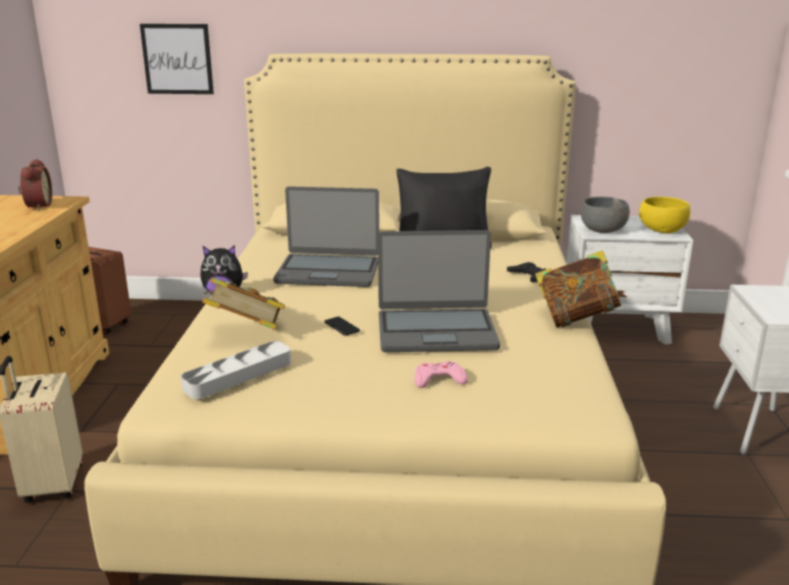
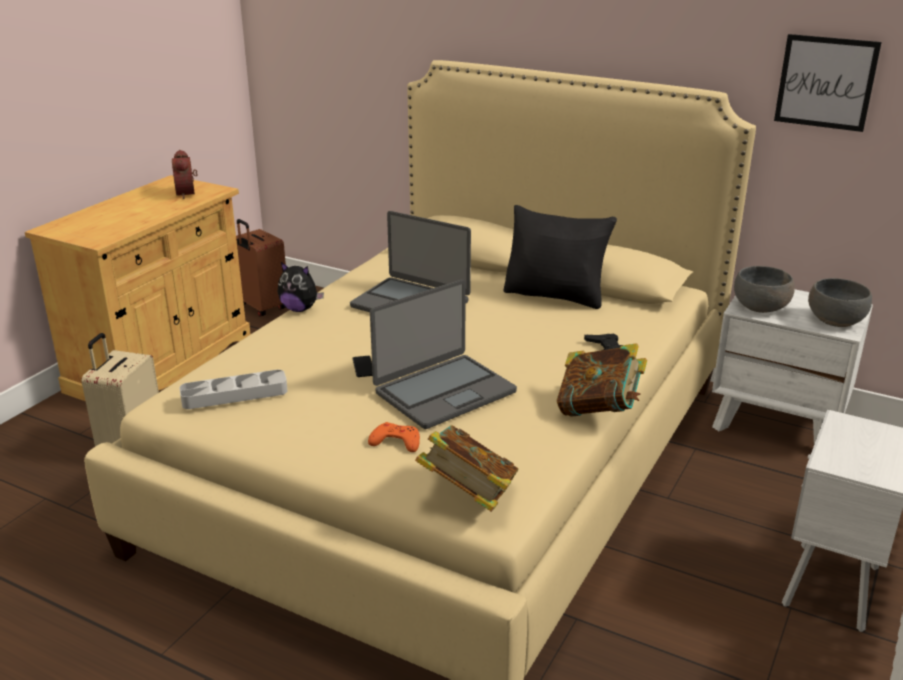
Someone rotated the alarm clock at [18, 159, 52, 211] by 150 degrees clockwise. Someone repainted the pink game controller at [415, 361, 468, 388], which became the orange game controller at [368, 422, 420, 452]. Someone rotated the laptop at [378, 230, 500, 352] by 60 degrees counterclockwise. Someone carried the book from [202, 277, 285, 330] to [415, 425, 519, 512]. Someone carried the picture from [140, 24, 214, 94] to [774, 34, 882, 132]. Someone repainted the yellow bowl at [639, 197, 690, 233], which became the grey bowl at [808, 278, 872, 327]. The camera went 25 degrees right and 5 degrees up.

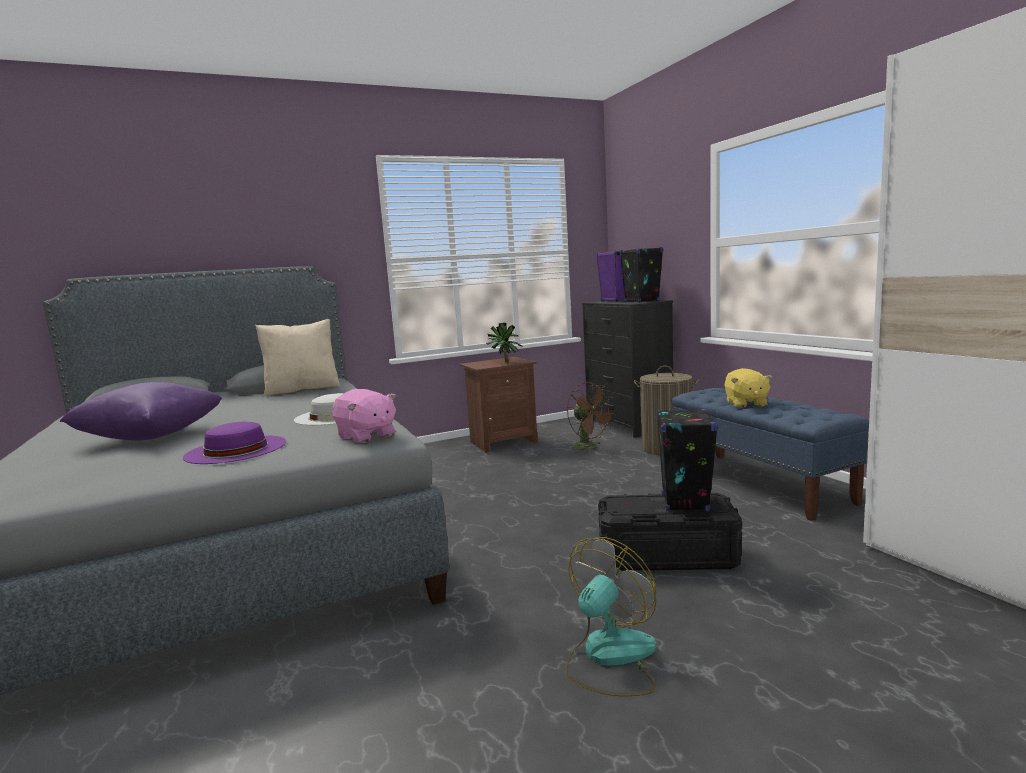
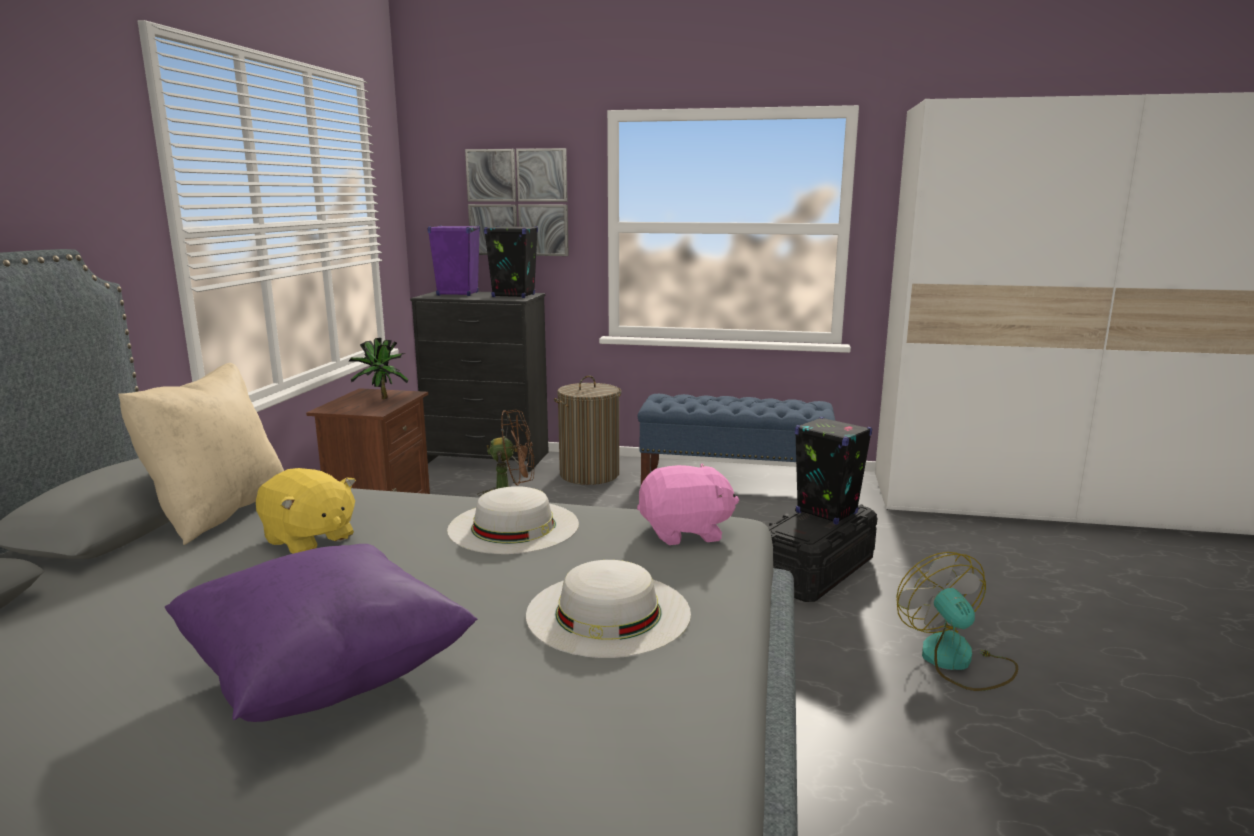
Someone carried the yellow plush toy from [724, 368, 773, 408] to [256, 468, 356, 554]. Someone put up the picture at [465, 148, 569, 256]. Someone repainted the purple hat at [183, 422, 286, 464], which became the white hat at [526, 560, 691, 658]. The camera went 55 degrees left and 5 degrees up.

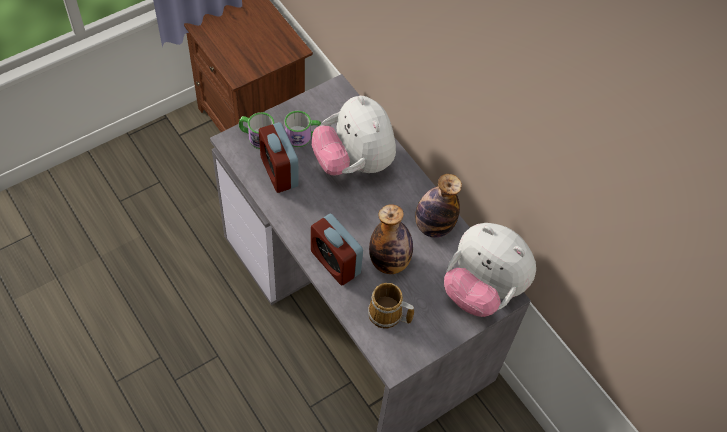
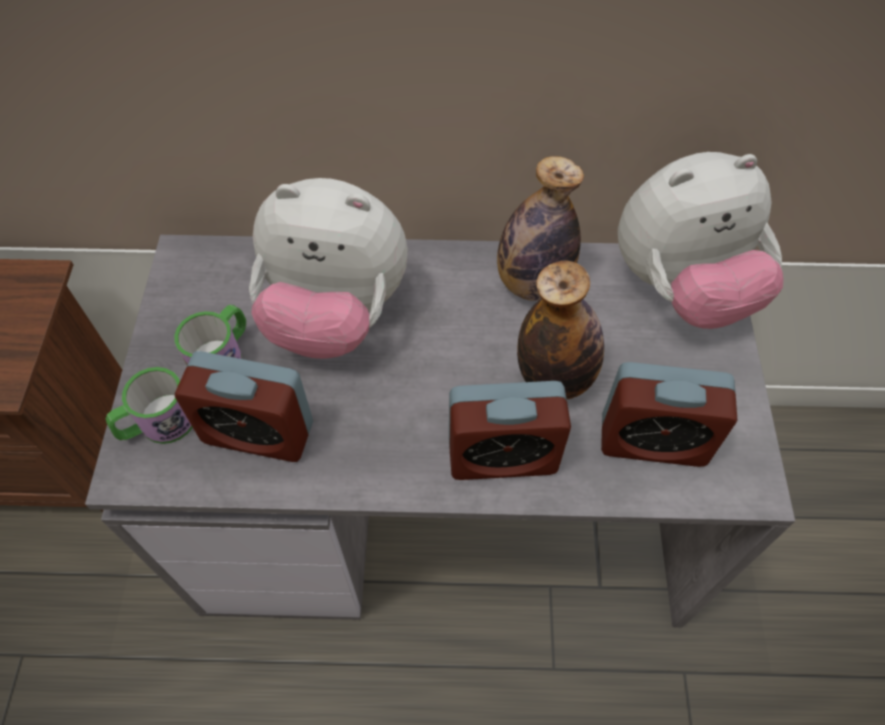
Someone swapped the mug at [368, 283, 414, 329] for the alarm clock at [601, 362, 737, 467]. The camera went 50 degrees left and 0 degrees up.

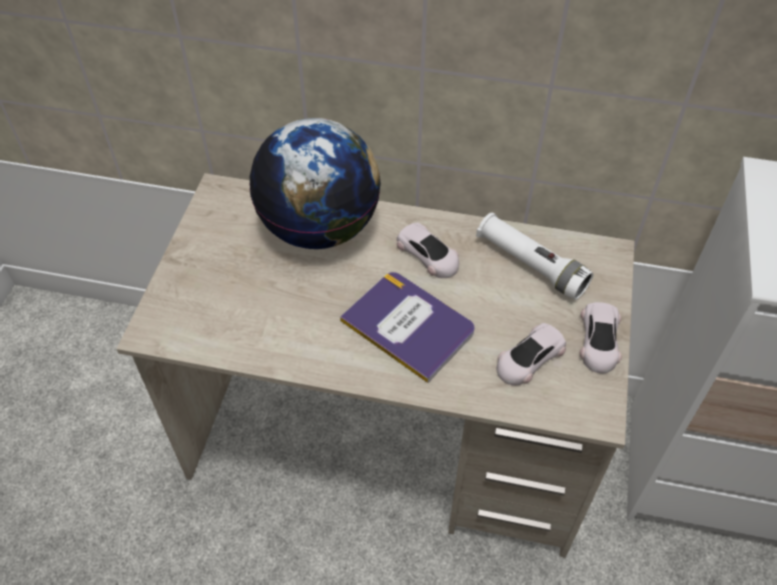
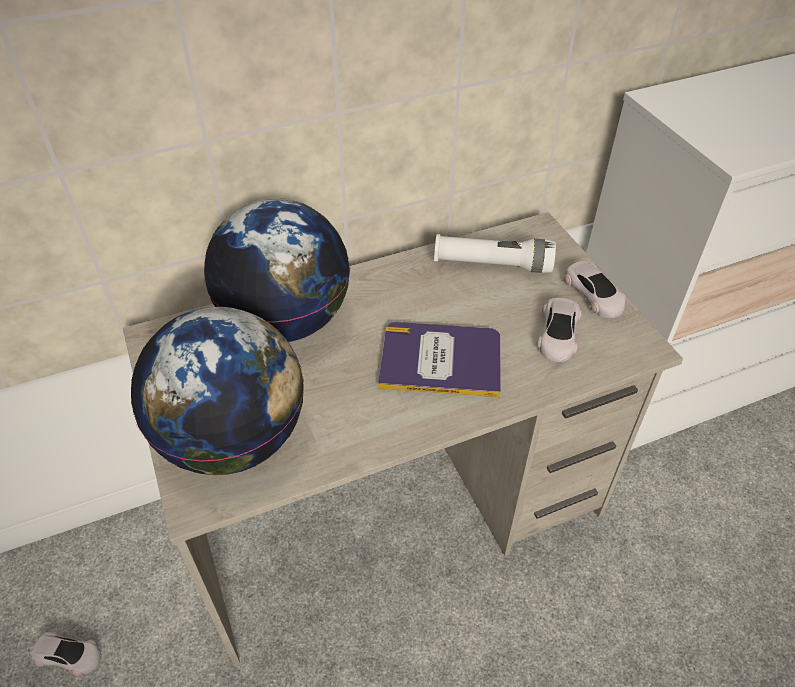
Someone carried the white toy car from [397, 222, 459, 278] to [32, 631, 101, 676]. Someone put down the globe at [131, 307, 304, 475]. The camera went 35 degrees left and 5 degrees down.

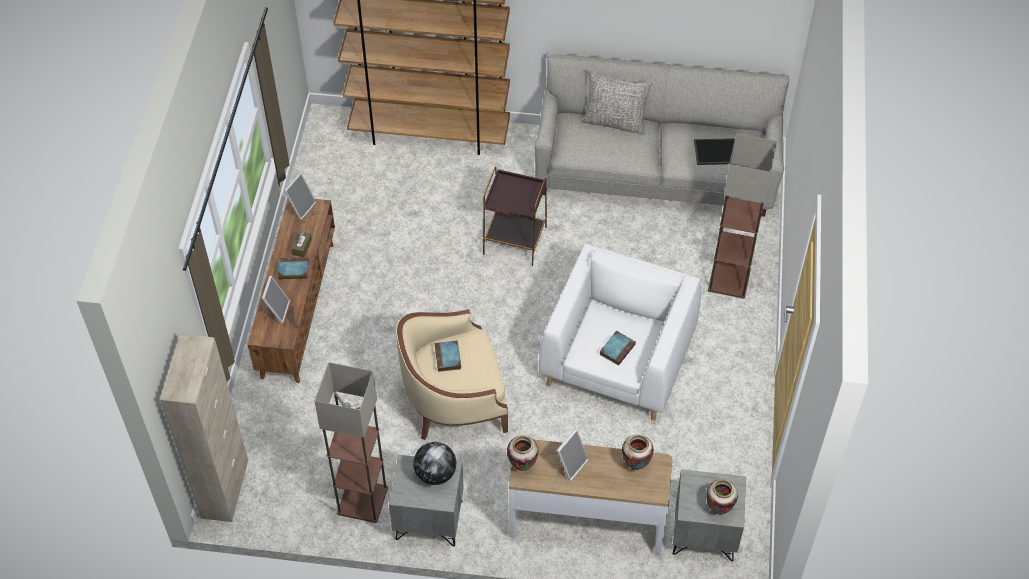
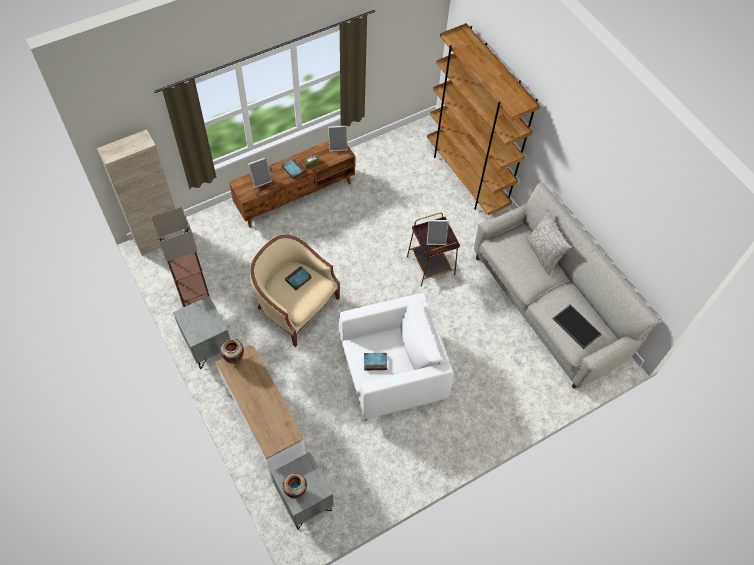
Someone carried the picture frame from [555, 429, 589, 481] to [427, 220, 449, 245]. Someone took away the globe at [413, 442, 456, 485]. Someone took away the vase at [622, 434, 654, 470]. Someone took away the floor lamp at [708, 134, 778, 299]. The camera went 50 degrees right and 5 degrees up.

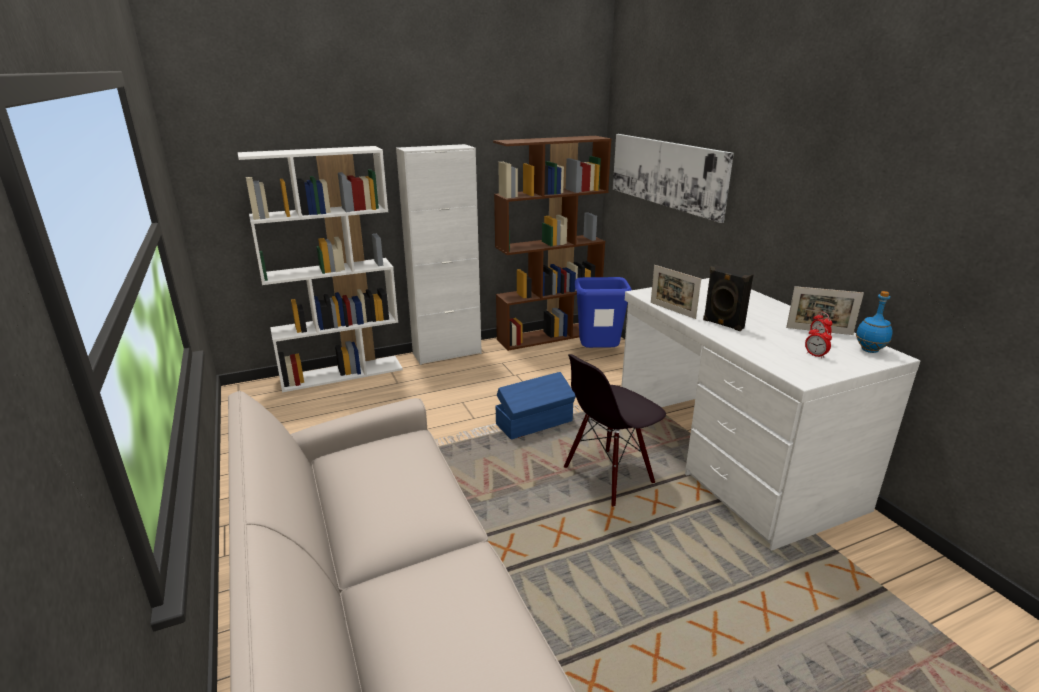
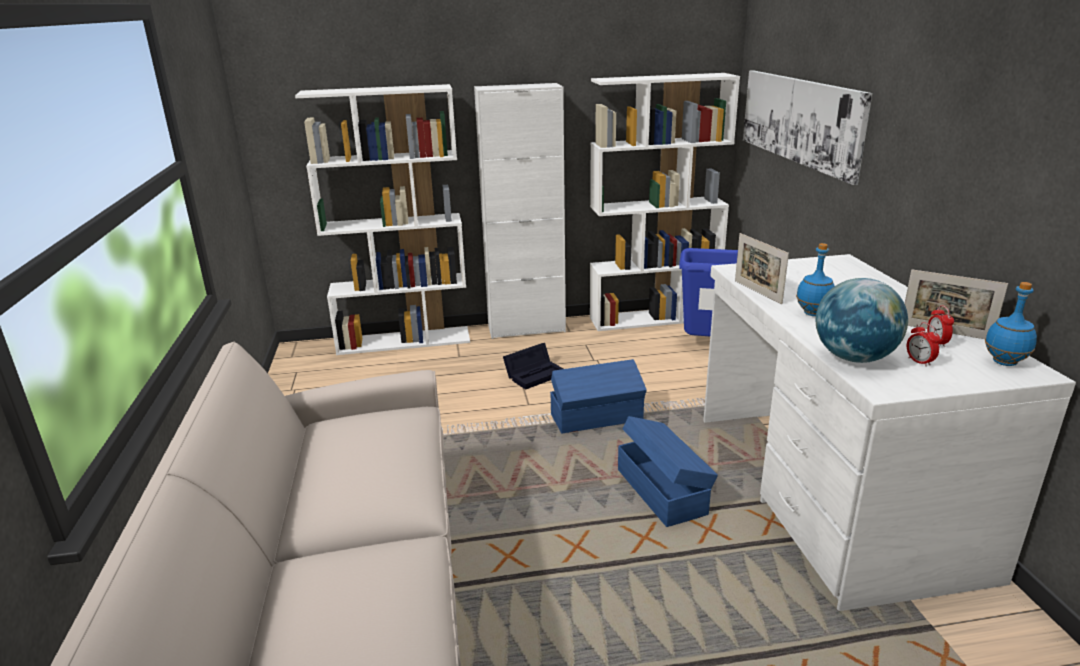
Someone put down the black storage box at [503, 343, 563, 390]. Someone repainted the brown bookcase at [493, 136, 612, 351], which became the white bookcase at [590, 73, 740, 331]. Someone swapped the black chair at [564, 354, 666, 507] for the blue storage box at [618, 416, 718, 527]. Someone swapped the black speaker at [703, 266, 753, 331] for the blue bottle at [796, 243, 834, 316]. Someone put down the globe at [815, 278, 908, 363]. The camera went 15 degrees right and 0 degrees up.

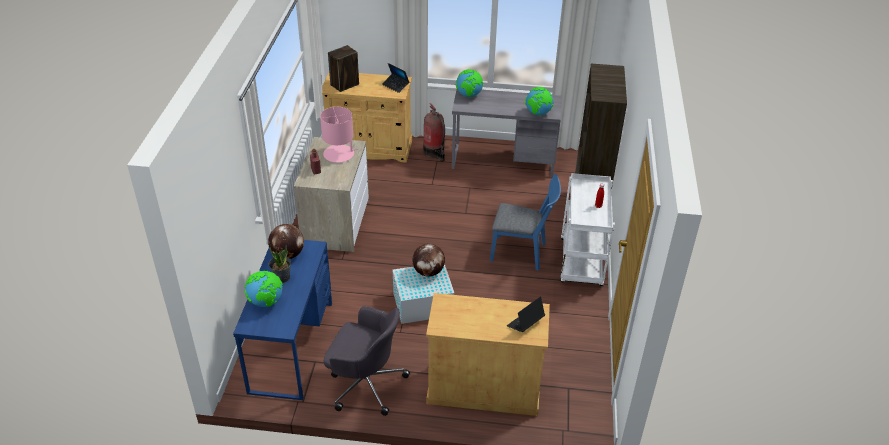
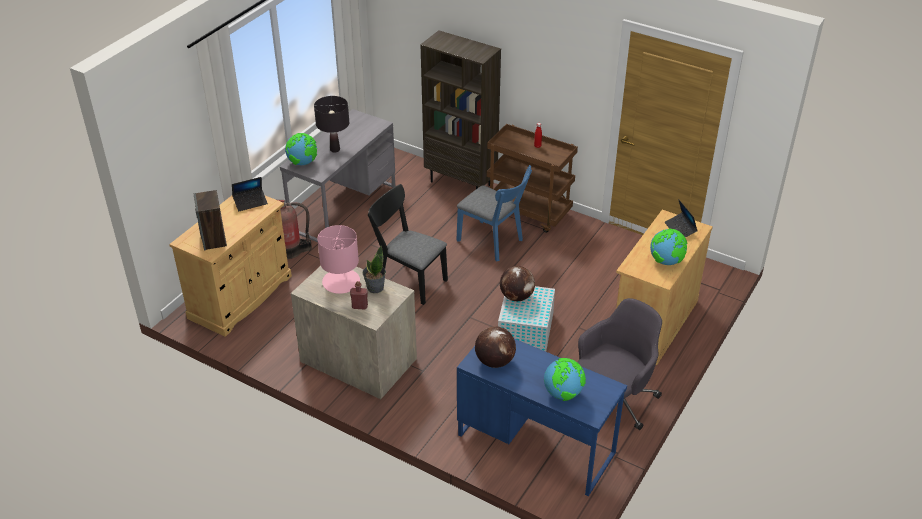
Someone put down the black table lamp at [314, 96, 349, 153]. Someone carried the potted plant from [269, 245, 291, 283] to [363, 246, 386, 293]. Someone put down the black chair at [368, 184, 448, 305]. Someone rotated the blue chair at [490, 174, 561, 270] by 90 degrees clockwise. Someone repainted the white cart at [561, 173, 615, 286], which became the brown cart at [487, 124, 578, 233]. Someone carried the globe from [525, 87, 553, 116] to [650, 229, 687, 265]. The camera went 65 degrees left and 0 degrees up.

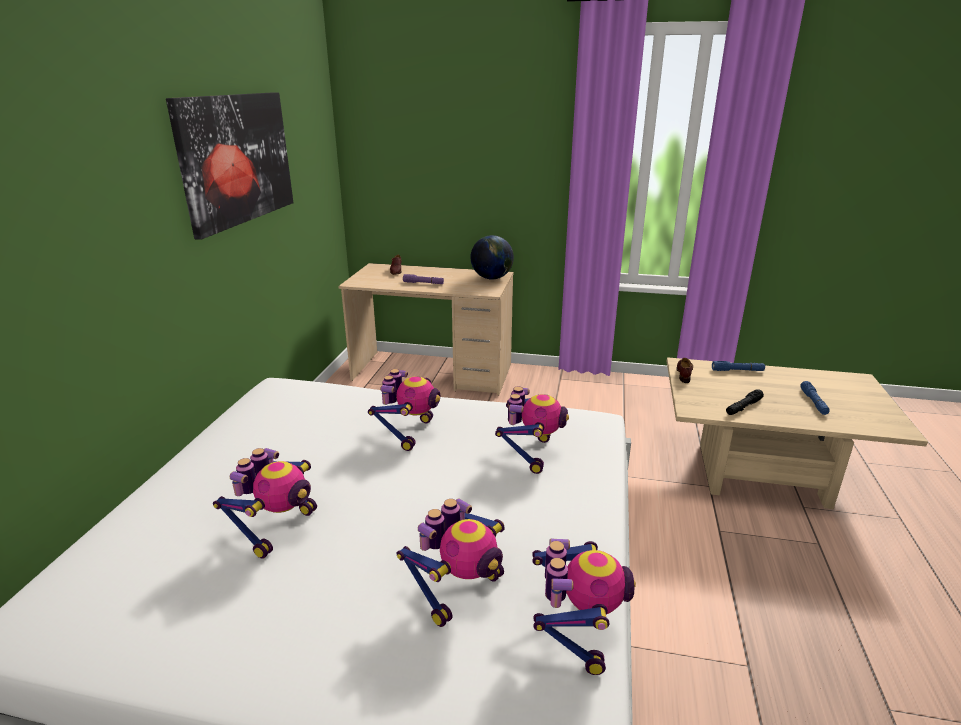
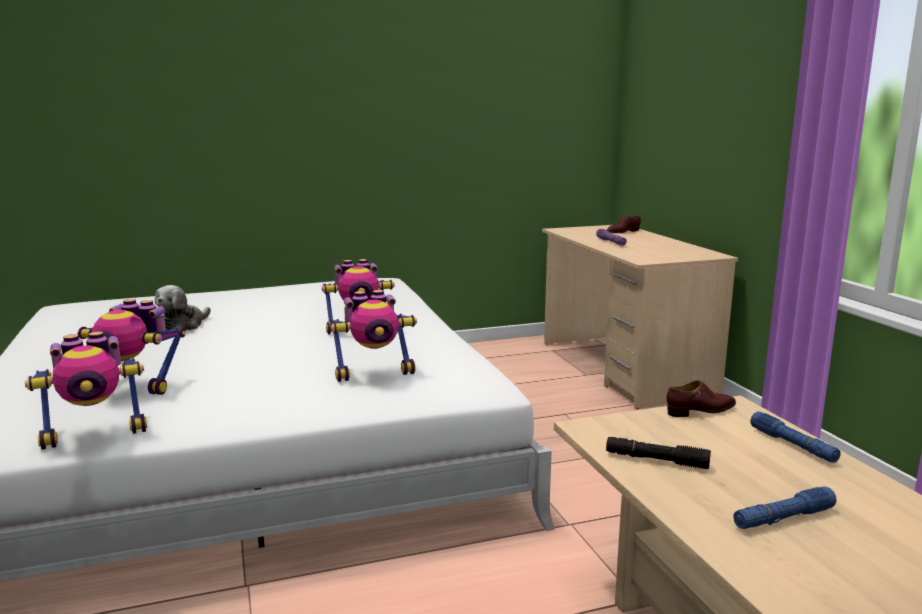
Someone swapped the toy robot at [213, 448, 317, 559] for the plush toy at [154, 285, 211, 331]. Someone took away the picture at [166, 92, 293, 240]. Someone took away the globe at [470, 235, 514, 280]. The camera went 60 degrees right and 10 degrees down.

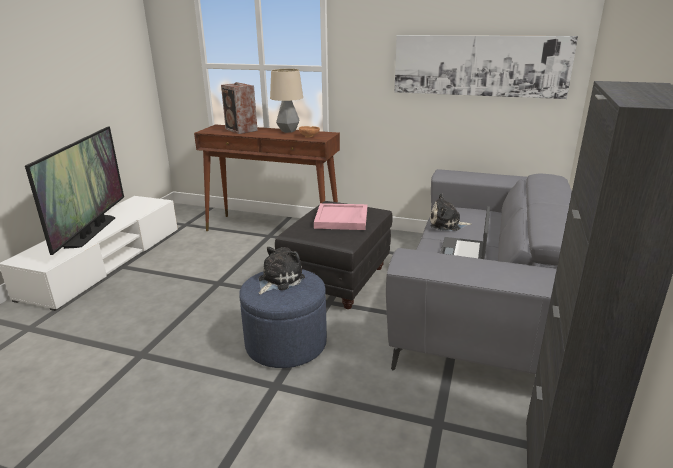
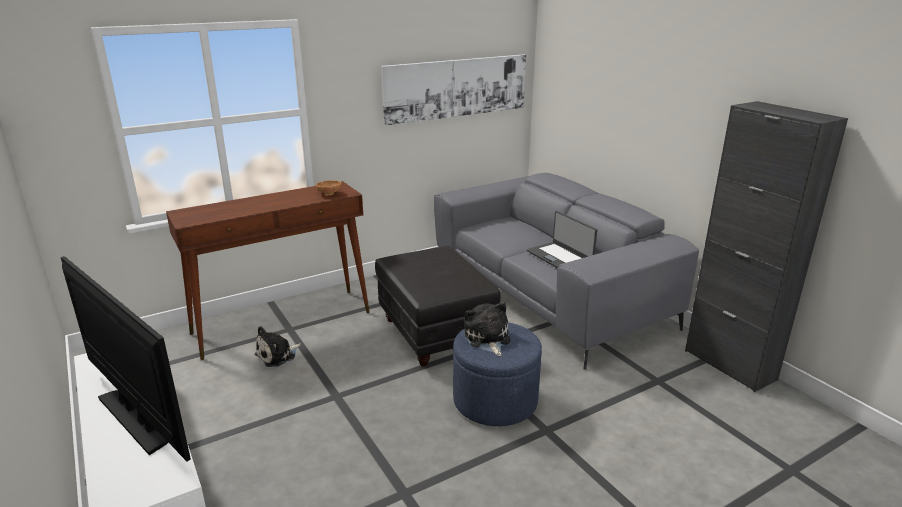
Someone carried the plush toy from [430, 194, 472, 231] to [255, 326, 301, 367]. Someone took away the speaker at [221, 82, 258, 134]. Someone took away the table lamp at [270, 69, 303, 133]. Someone took away the pink tray at [314, 203, 367, 230]. The camera went 50 degrees left and 0 degrees up.

